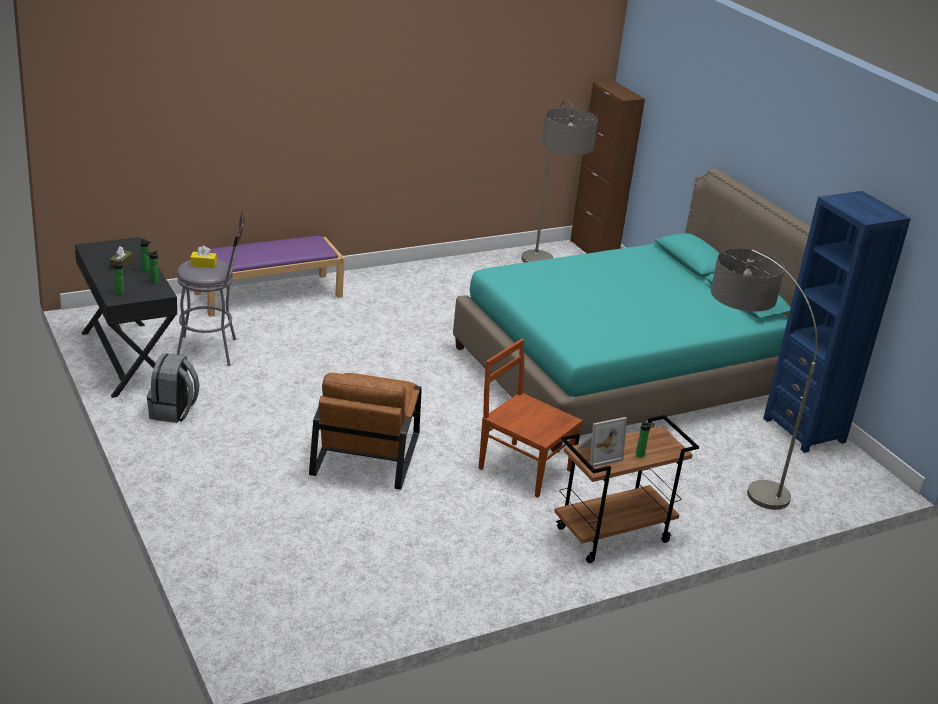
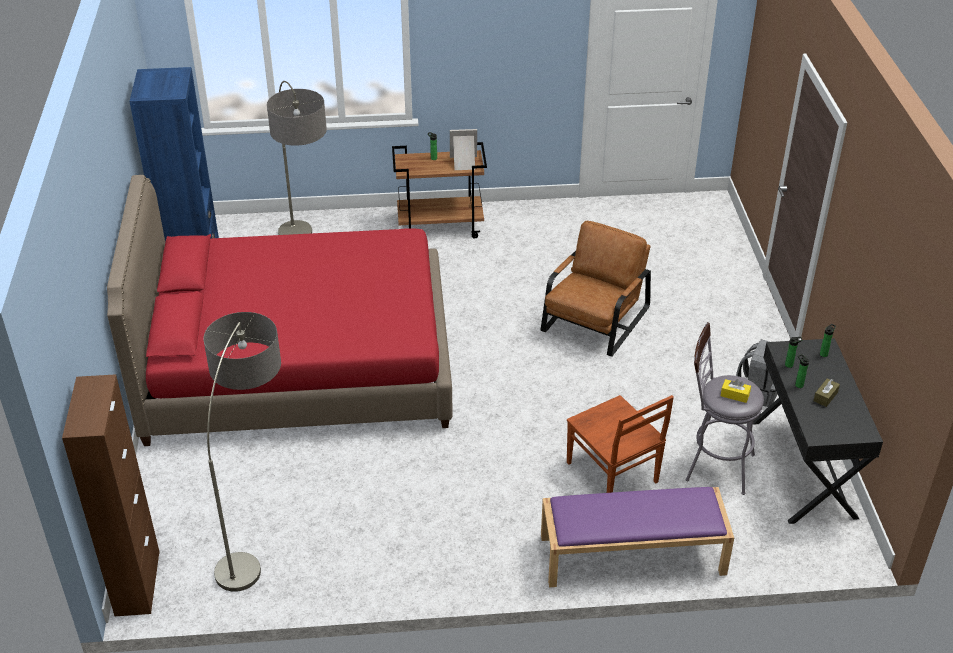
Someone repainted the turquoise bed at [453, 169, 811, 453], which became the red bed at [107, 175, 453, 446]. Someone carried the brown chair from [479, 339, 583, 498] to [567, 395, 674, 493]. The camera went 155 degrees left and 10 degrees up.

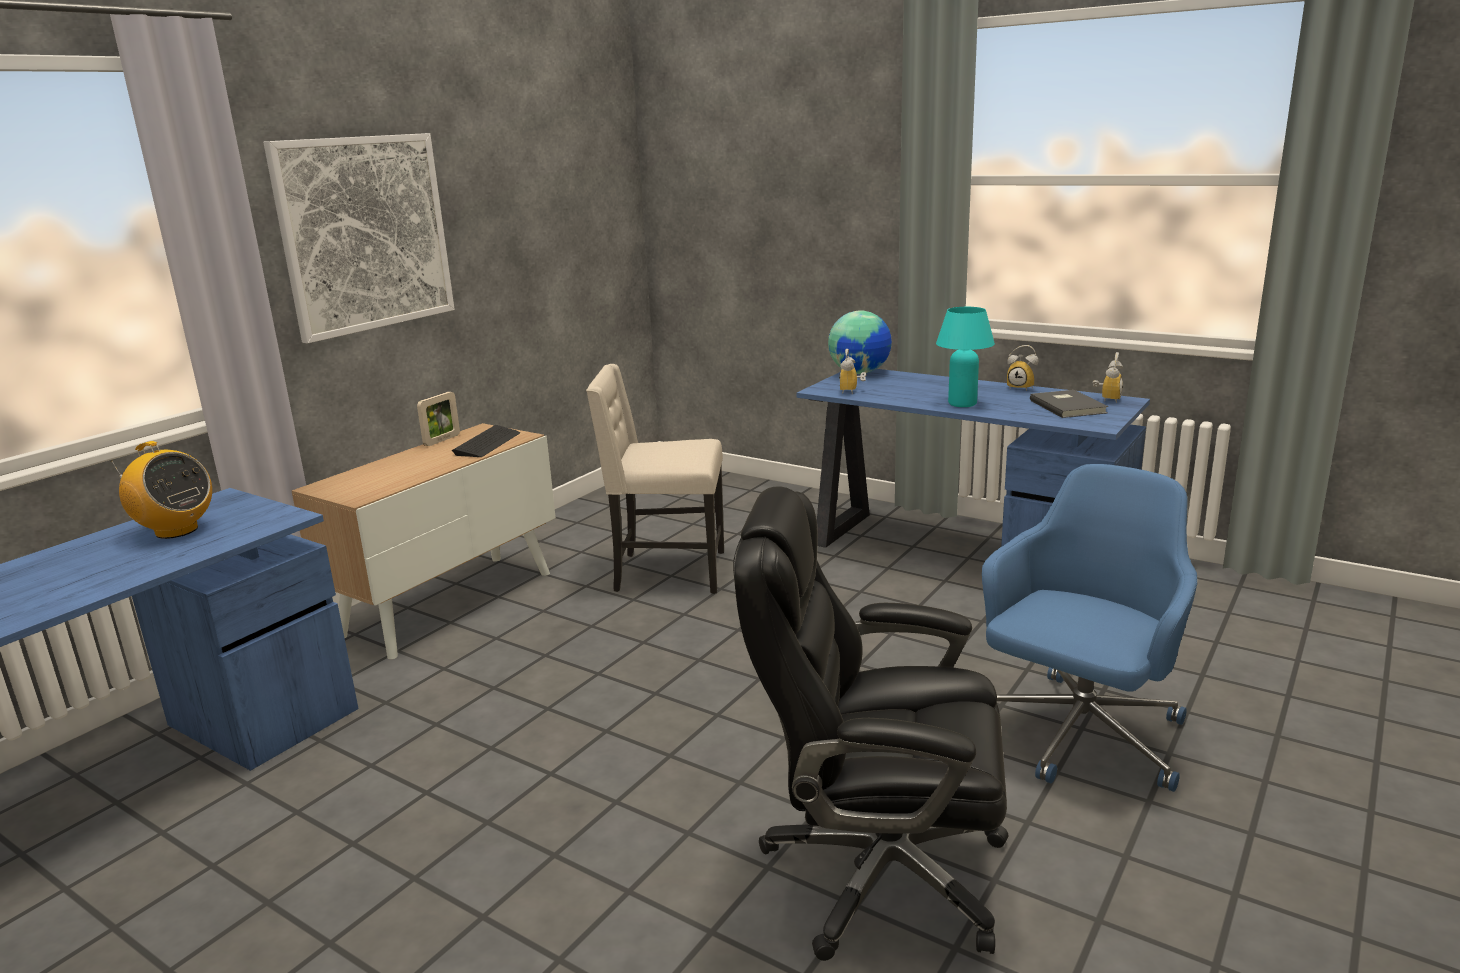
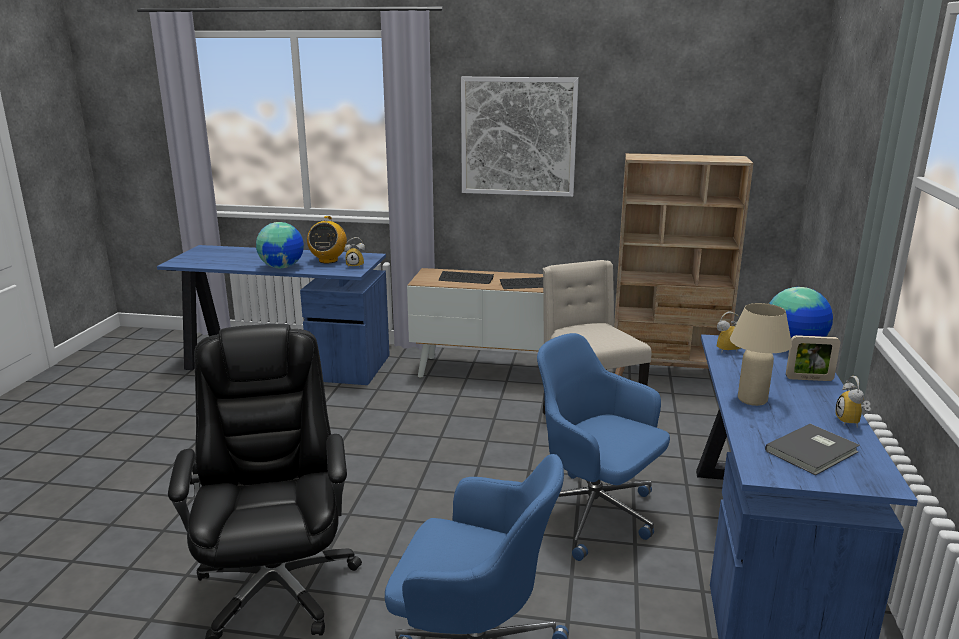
Someone put down the globe at [256, 222, 304, 268]. Someone carried the alarm clock from [1093, 352, 1123, 403] to [345, 237, 365, 268]. Someone put down the keyboard at [439, 271, 494, 284]. Someone put down the blue office chair at [537, 333, 670, 561]. Someone put down the beige bookcase at [614, 153, 753, 376]. Someone repainted the turquoise table lamp at [936, 307, 995, 407], which became the beige table lamp at [730, 303, 792, 406]. Someone carried the picture frame from [417, 392, 460, 446] to [786, 335, 840, 381]. The camera went 65 degrees right and 0 degrees up.

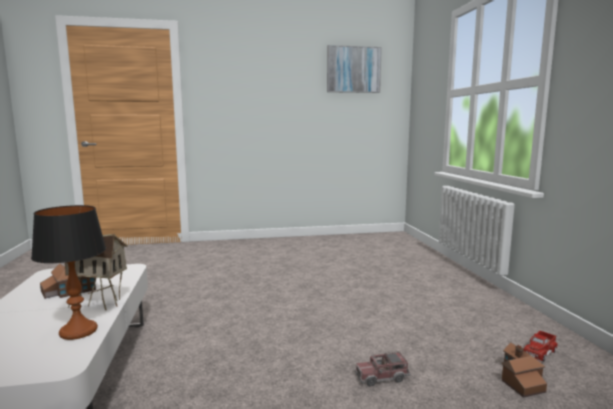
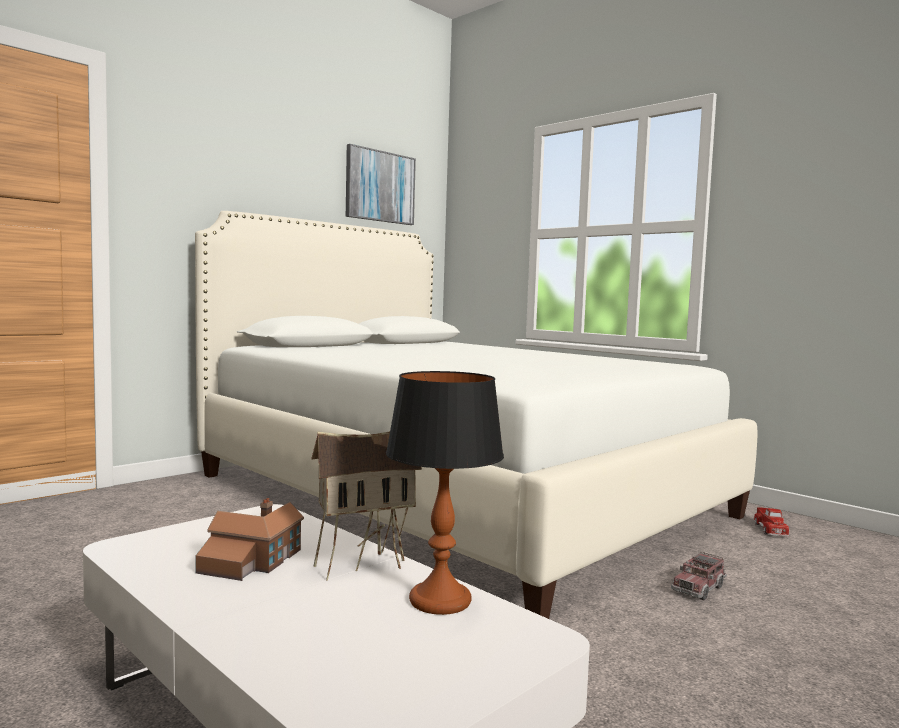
Someone put down the white bed at [195, 211, 757, 619]. Someone took away the toy house at [501, 342, 547, 398]. The camera went 35 degrees left and 5 degrees down.

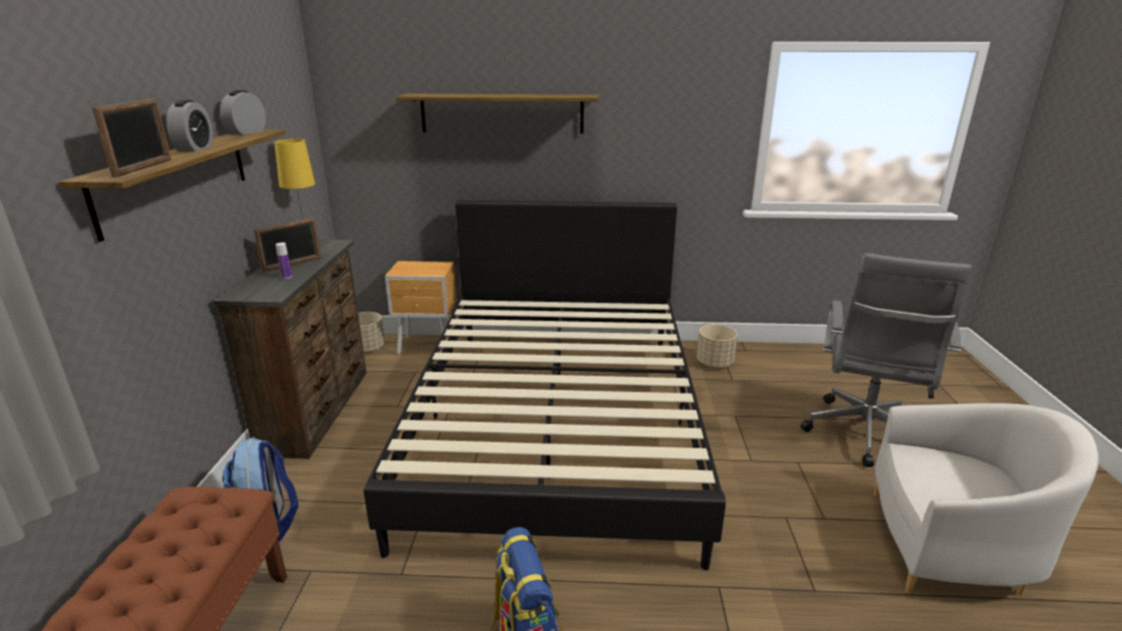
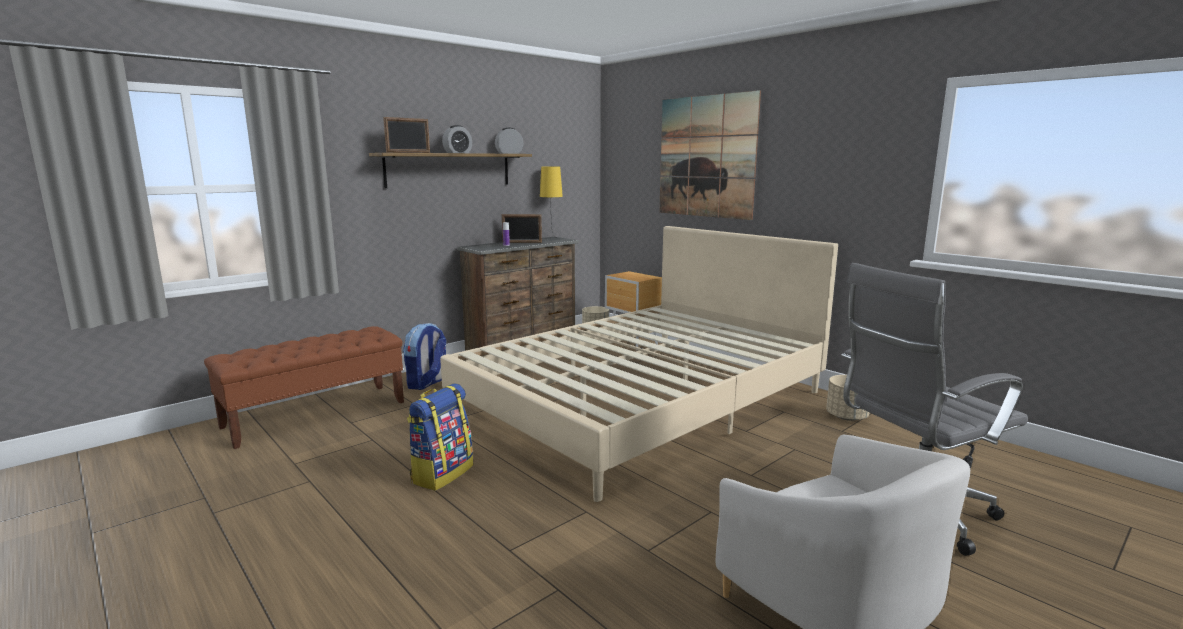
Someone repainted the black bed at [364, 200, 726, 570], which became the beige bed at [440, 226, 838, 502]. Someone swapped the shelf at [396, 94, 598, 134] for the picture at [659, 90, 761, 220]. The camera went 45 degrees right and 10 degrees down.

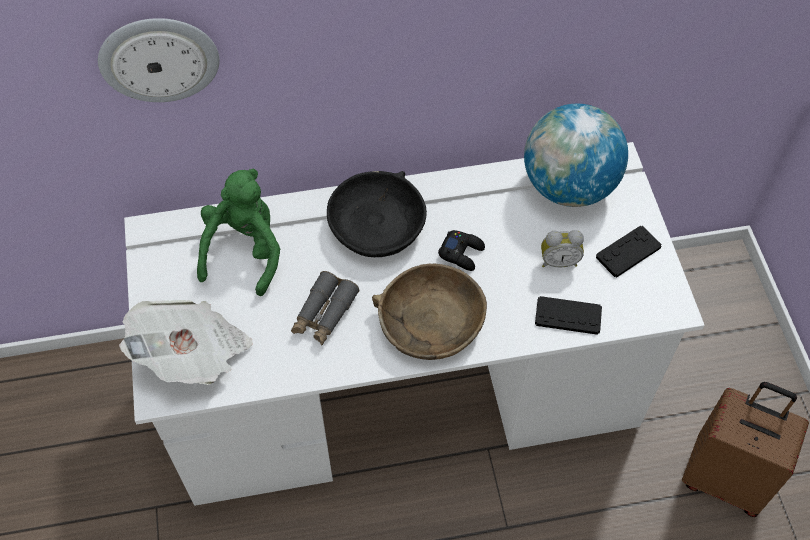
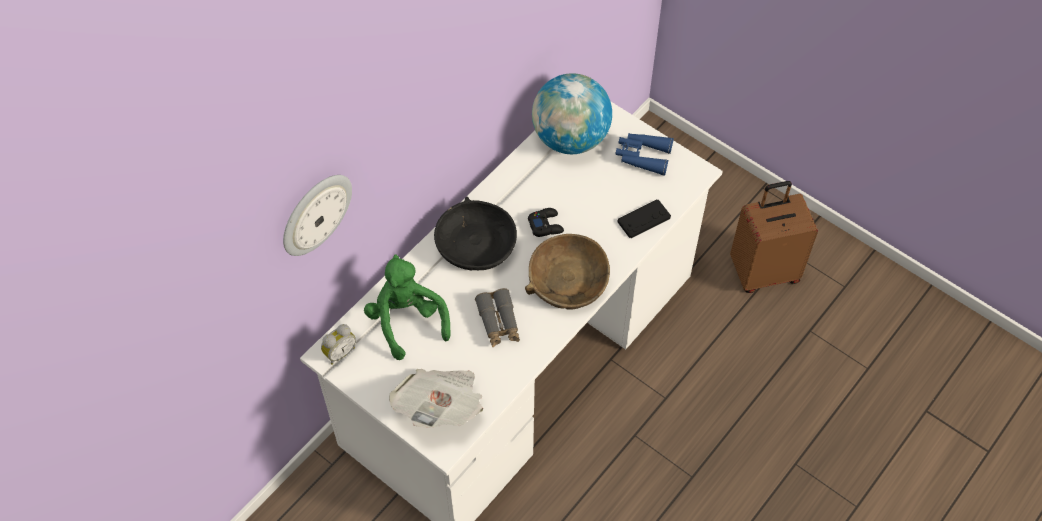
Someone carried the alarm clock from [541, 230, 584, 267] to [321, 324, 356, 365]. Someone swapped the black game controller at [596, 225, 662, 277] for the blue binoculars at [615, 133, 674, 176]. The camera went 40 degrees left and 0 degrees up.

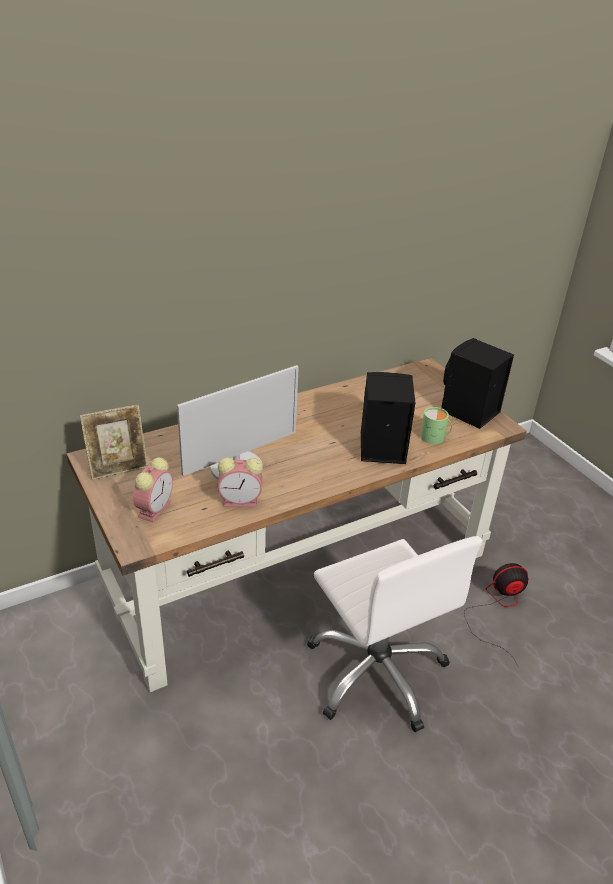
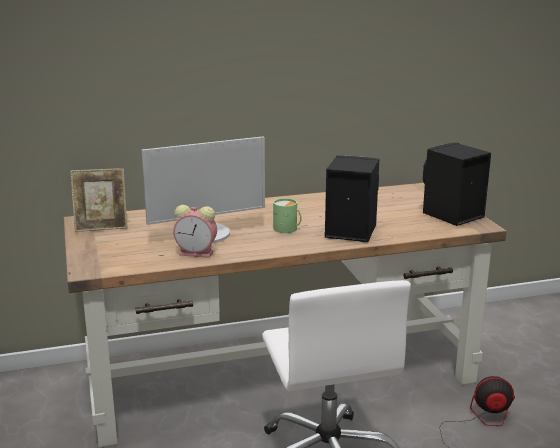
Someone carried the green mug from [420, 407, 453, 444] to [273, 198, 302, 233]. Someone took away the alarm clock at [133, 457, 173, 522]. The camera went 15 degrees right and 15 degrees down.

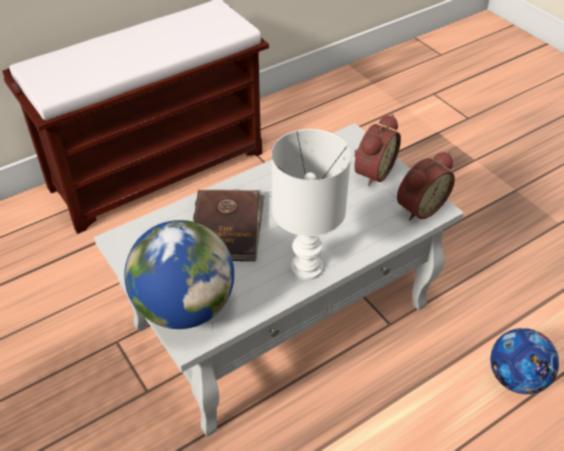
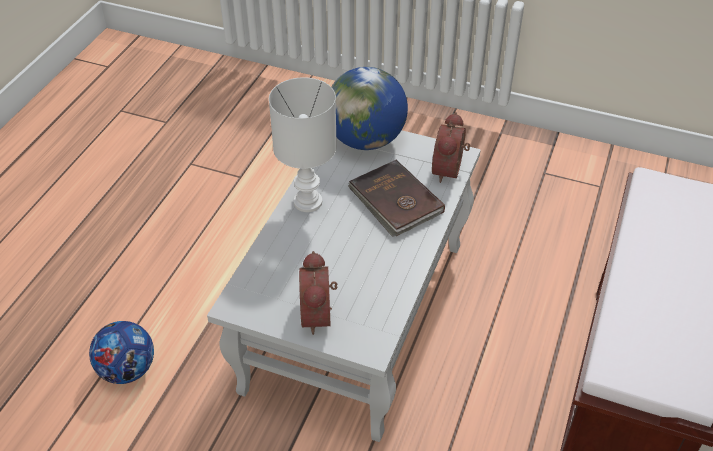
Someone carried the alarm clock from [397, 152, 455, 221] to [432, 112, 470, 183]. The camera went 145 degrees right and 0 degrees up.

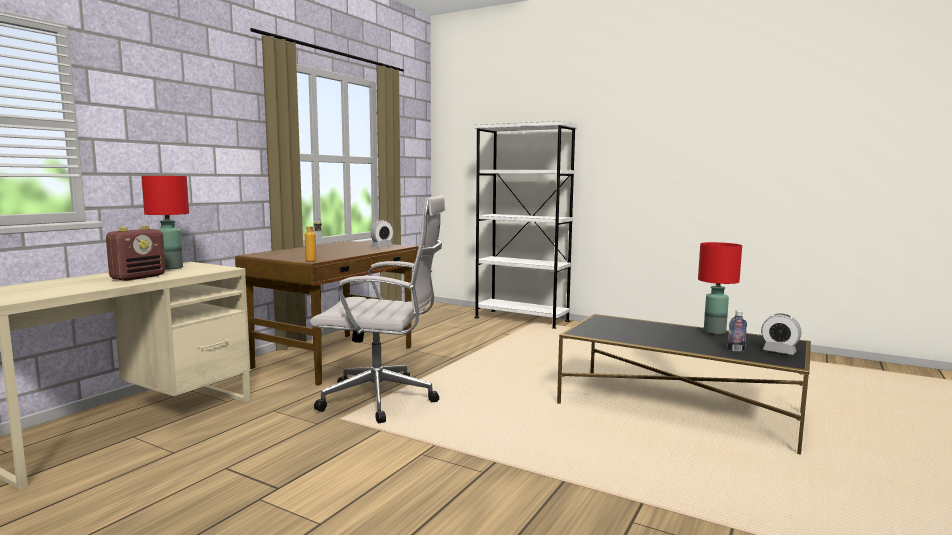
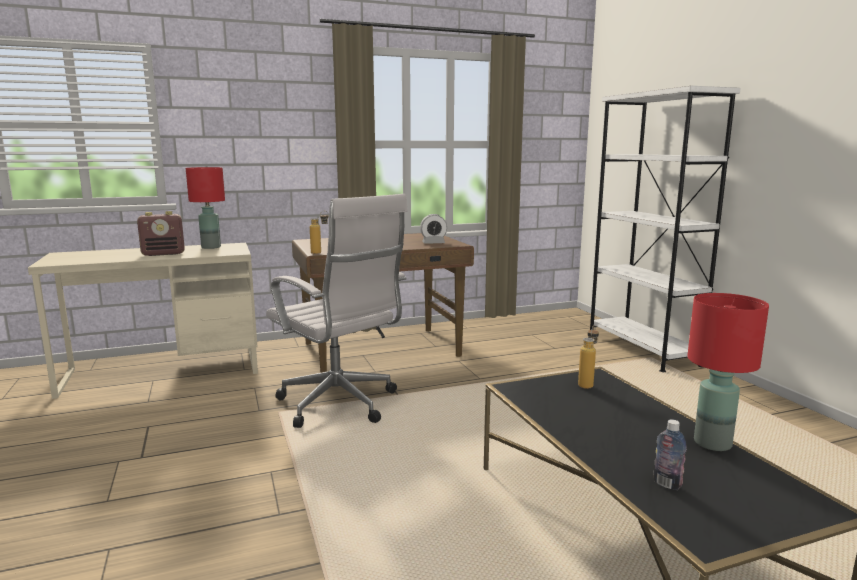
Someone put down the bottle at [578, 325, 599, 389]. Someone took away the alarm clock at [761, 313, 802, 355]. The camera went 40 degrees right and 5 degrees up.

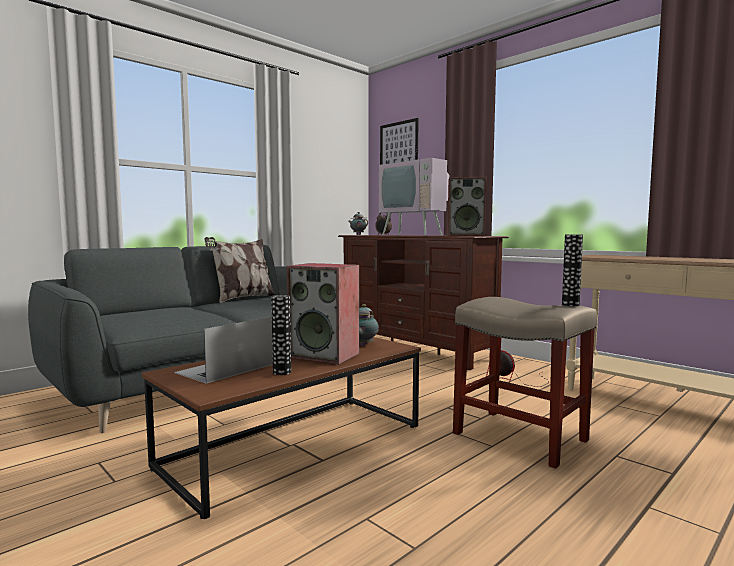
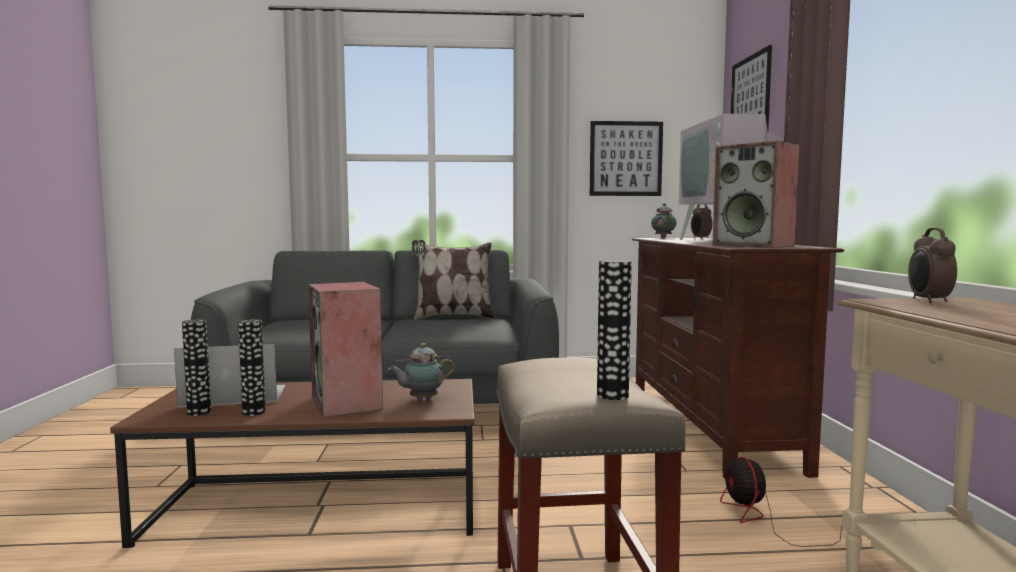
Someone put down the vase at [182, 319, 211, 416]. Someone put up the picture at [590, 121, 663, 196]. Someone put down the alarm clock at [908, 228, 957, 303]. The camera went 40 degrees right and 0 degrees up.

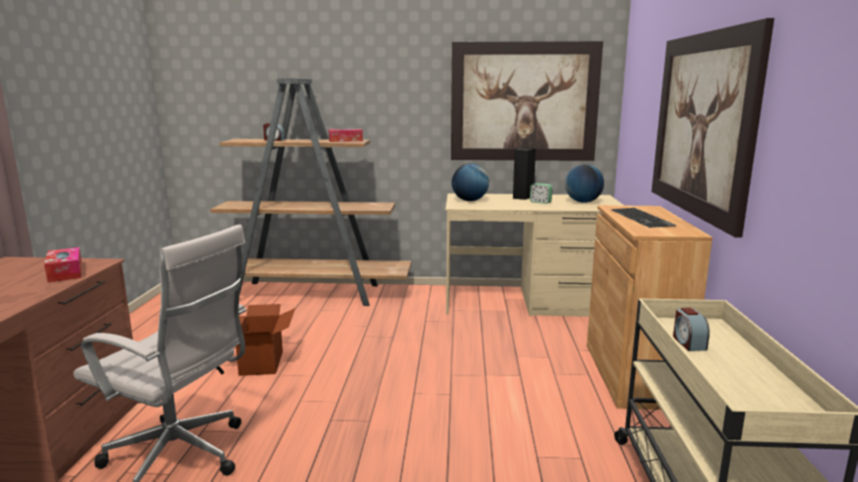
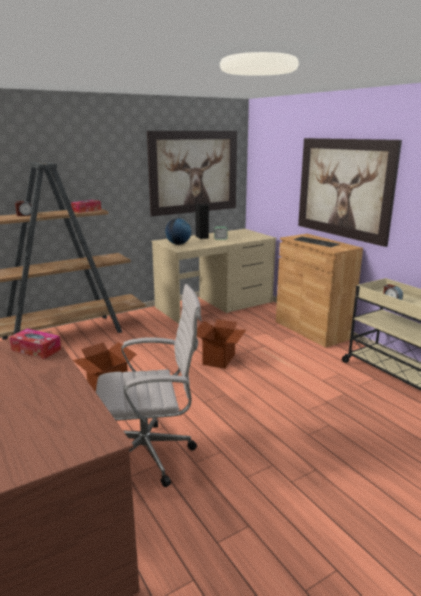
Someone put down the cardboard box at [197, 319, 246, 369]. Someone took away the globe at [565, 164, 604, 203]. The camera went 35 degrees left and 5 degrees up.

